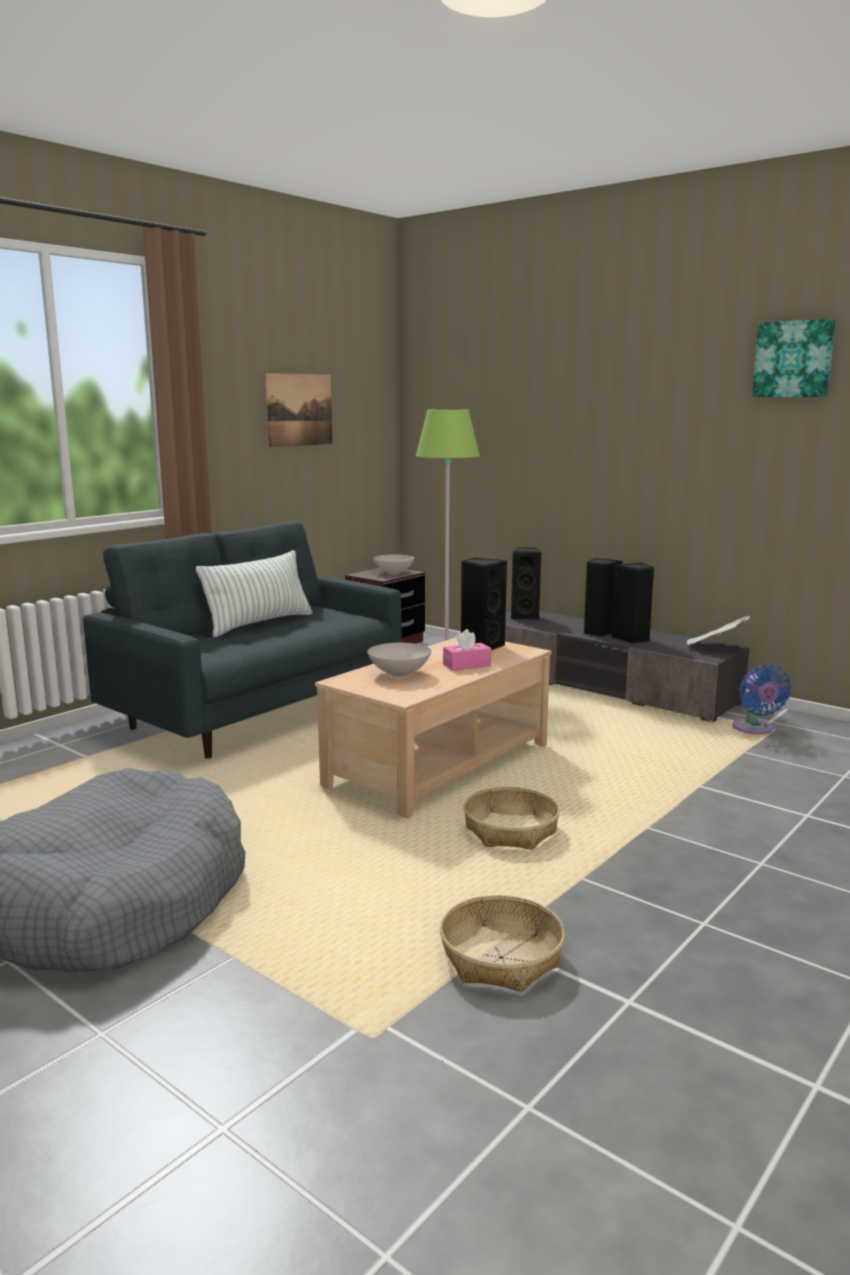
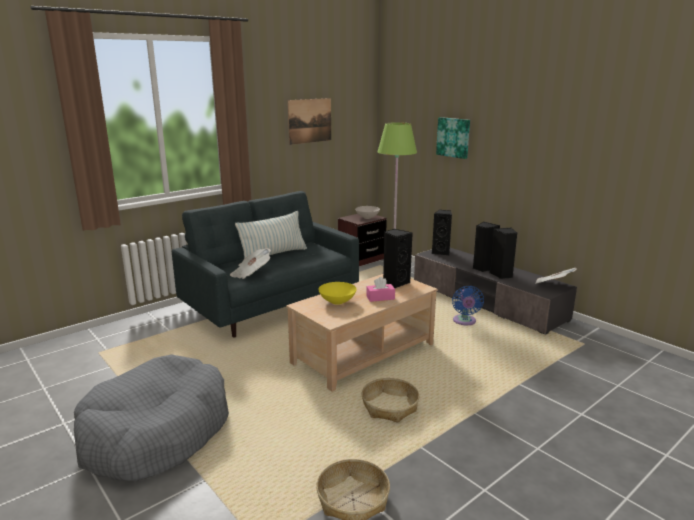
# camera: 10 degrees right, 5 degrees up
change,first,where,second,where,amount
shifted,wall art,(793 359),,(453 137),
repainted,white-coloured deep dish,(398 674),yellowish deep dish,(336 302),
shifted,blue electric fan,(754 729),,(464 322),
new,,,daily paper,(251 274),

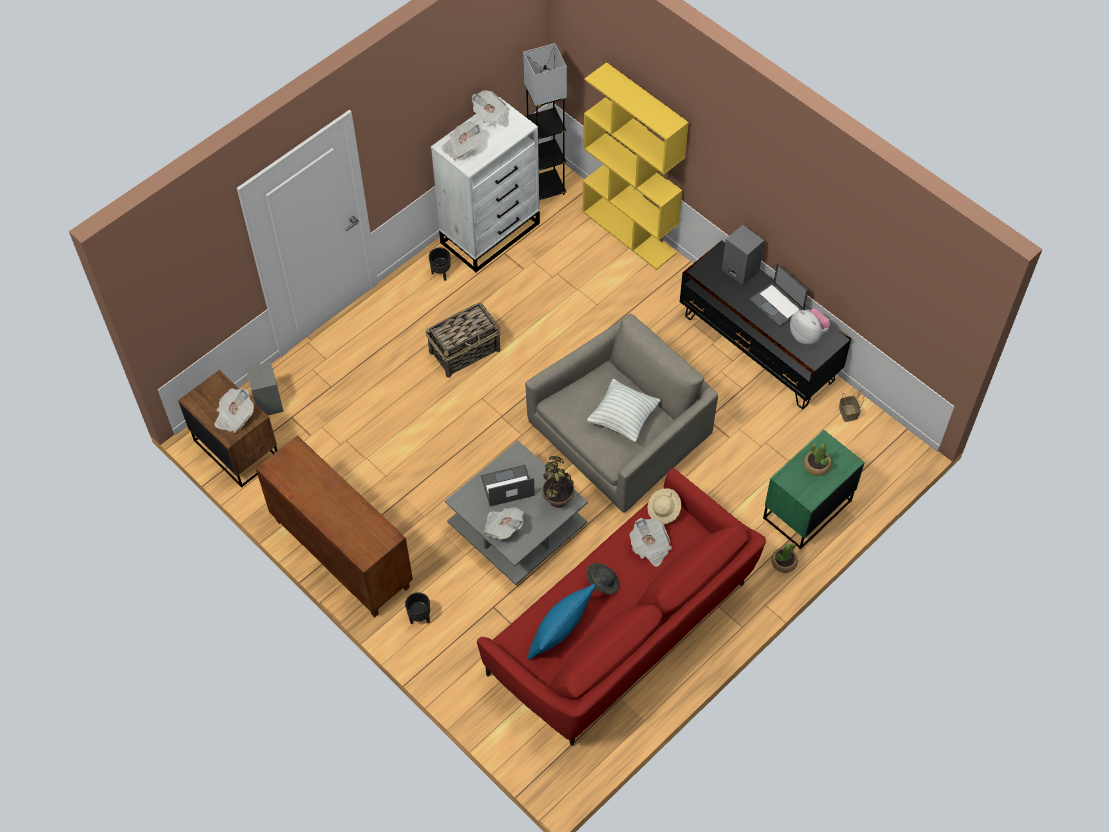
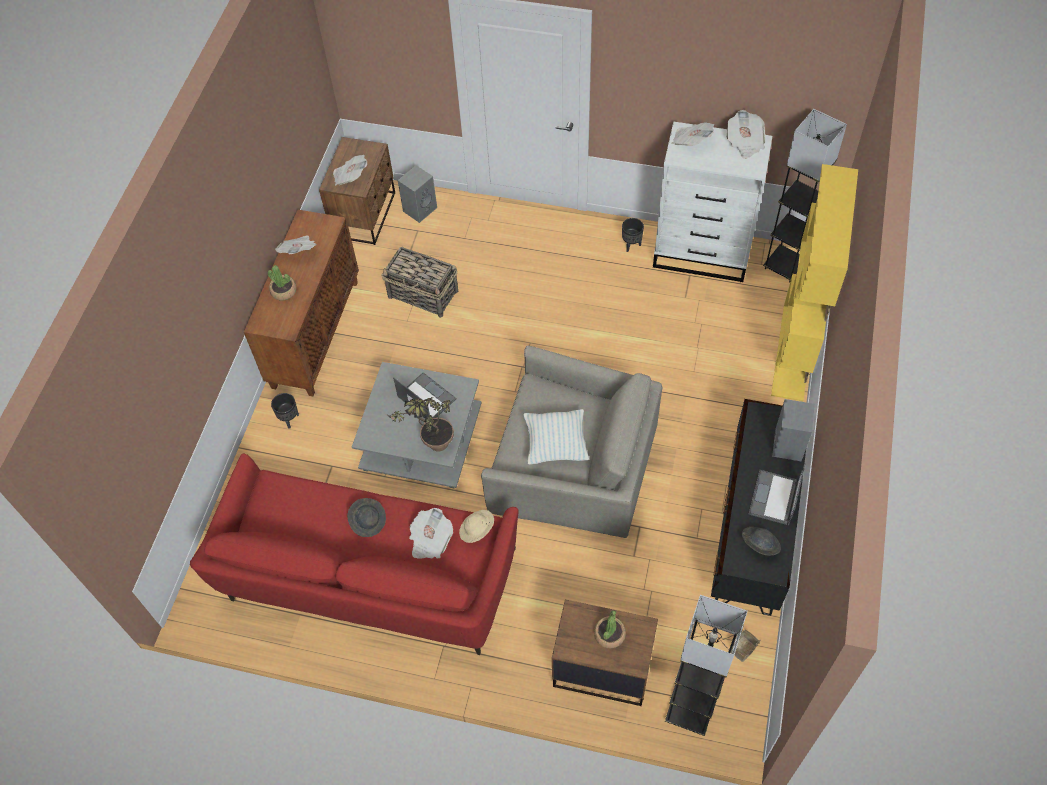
# camera: 60 degrees right, 0 degrees up
change,first,where,second,where,amount
shifted,basket,(465 351),,(423 294),
swapped,cuddly toy,(807 335),greyish hat,(759 545),
repainted,green night table,(806 509),brown-coloured night table,(602 668),
shifted,daily paper,(503 527),,(299 252),
shifted,houseplant,(783 562),,(284 291),
gone,blue pillow,(560 630),,,
new,,,greyish standard lamp,(690 711),

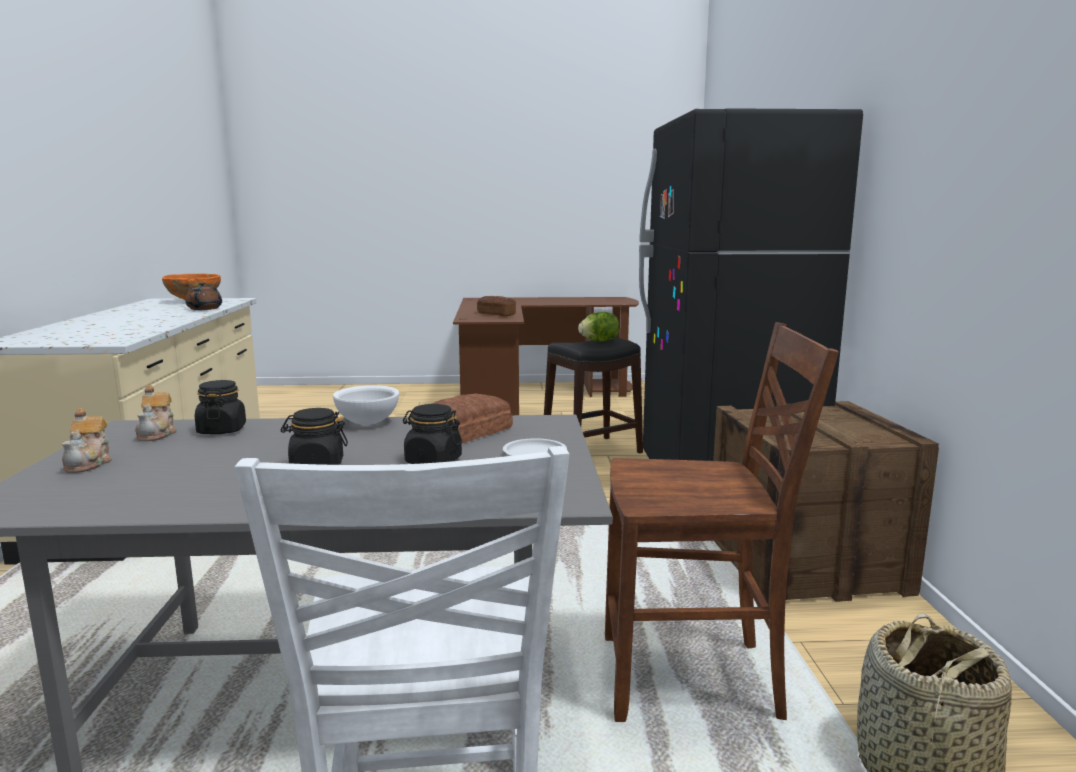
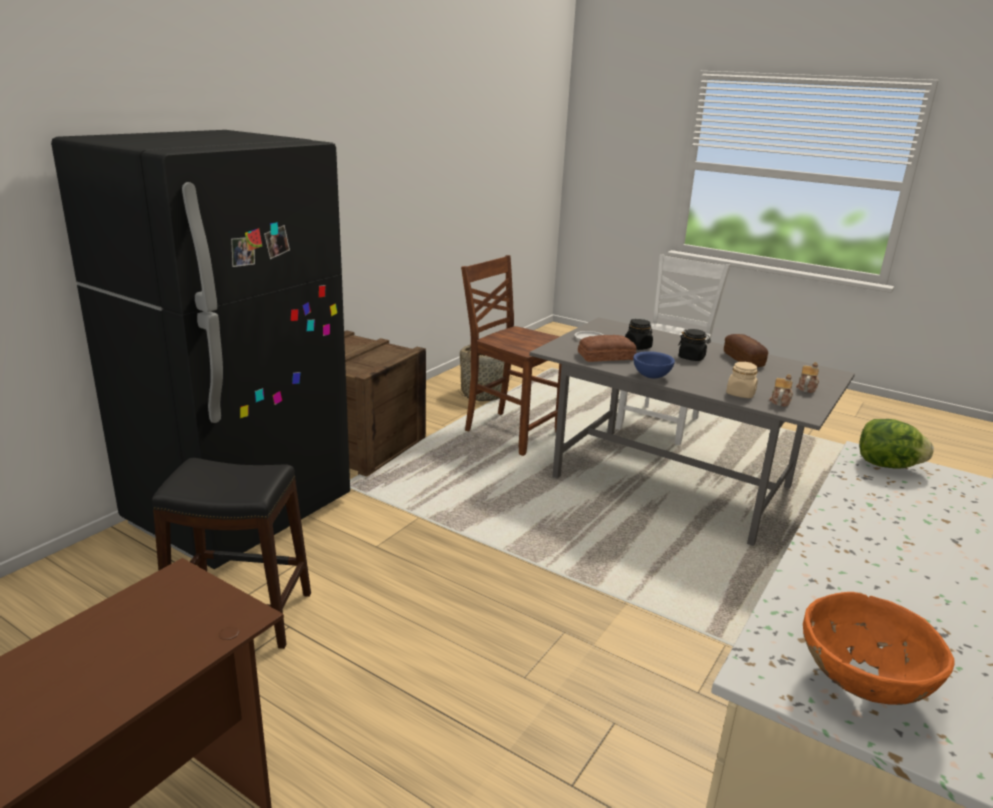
# camera: 145 degrees left, 10 degrees up
change,first,where,second,where,amount
gone,brown-coloured teapot,(205 308),,,
shifted,bakery bread,(496 314),,(743 360),
shifted,lettuce head,(599 341),,(887 465),
repainted,black preserve jar,(222 430),beige-coloured preserve jar,(740 394),
repainted,white-coloured deep dish,(367 422),blue deep dish,(652 376),

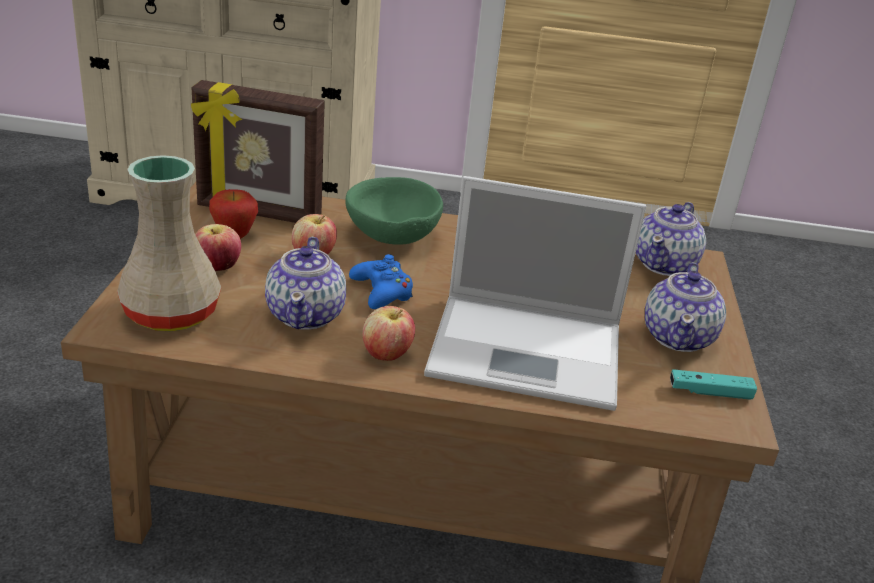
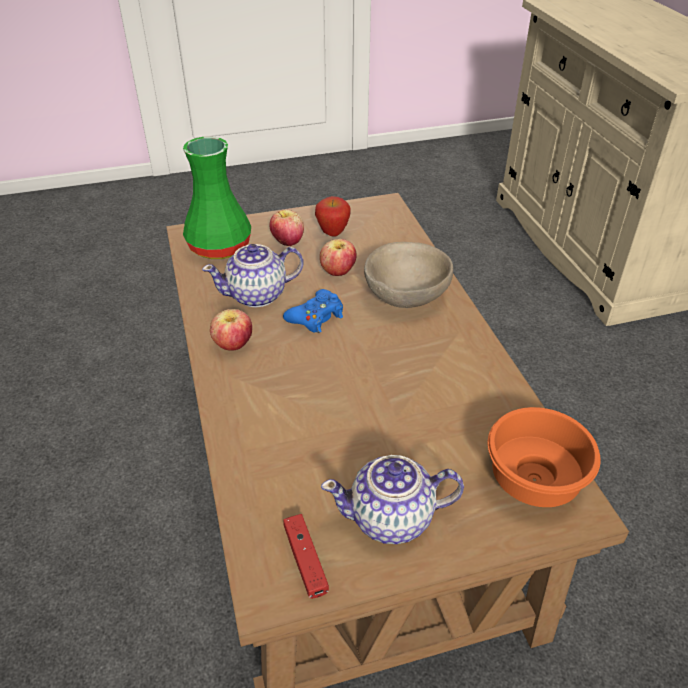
# camera: 70 degrees right, 10 degrees up
change,first,where,second,where,amount
gone,standing frame,(258 213),,,
repainted,beige-coloured vase,(173 314),green vase,(219 248),
gone,notebook computer,(530 351),,,
repainted,green deep dish,(391 236),beige-coloured deep dish,(406 295),
swapped,teapot,(665 264),orange-coloured deep dish,(537 481),
repainted,blue-green game controller,(710 392),reddish game controller,(305 560),

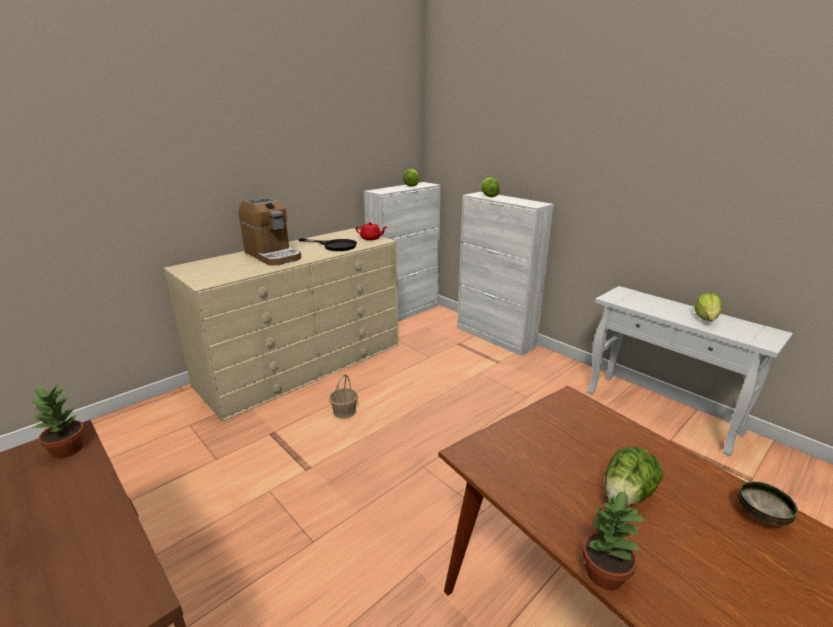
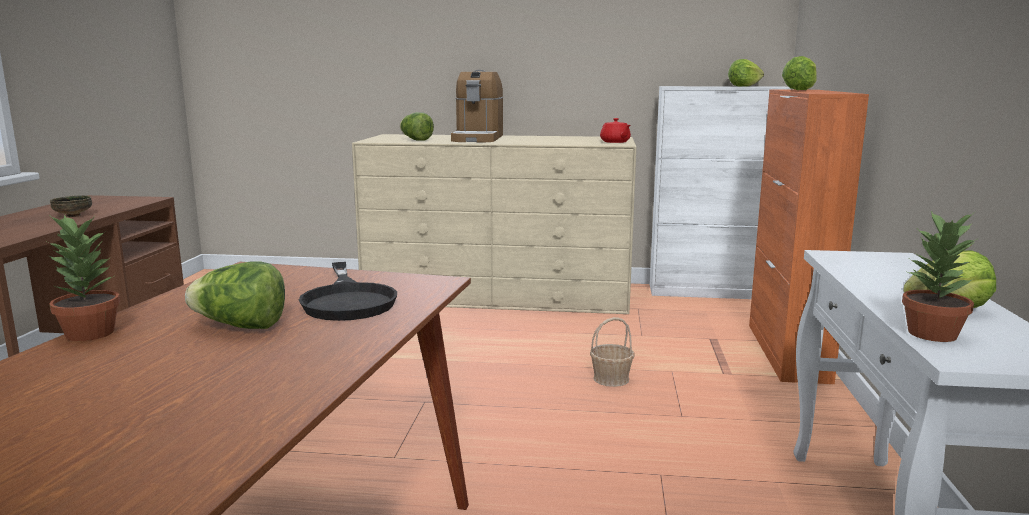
# camera: 50 degrees right, 10 degrees down
change,first,where,second,where,amount
repainted,white-coloured cupboard,(495 337),orange-coloured cupboard,(787 352),
shifted,black skillet,(334 246),,(348 300),
shifted,basket,(345 411),,(611 379),
shifted,houseplant,(68 449),,(933 334),
shifted,deep dish,(761 515),,(73 216),
new,,,lettuce head,(415 140),

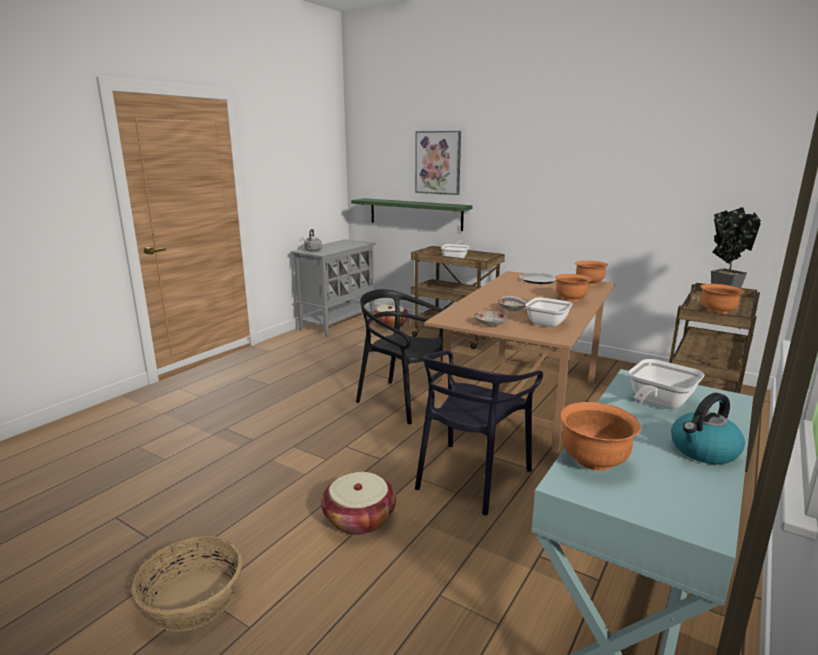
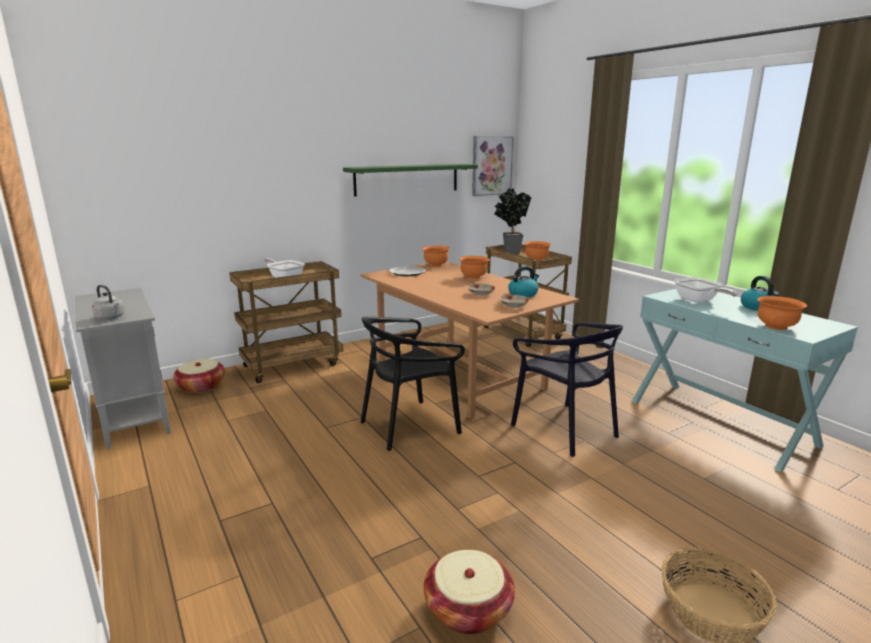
# camera: 65 degrees left, 0 degrees up
change,first,where,second,where,amount
shifted,wall art,(438 162),,(491 165),
shifted,green bracket shelf,(415 214),,(407 179),
swapped,skillet,(542 322),tea kettle,(523 294),
shifted,basket,(359 519),,(468 609),

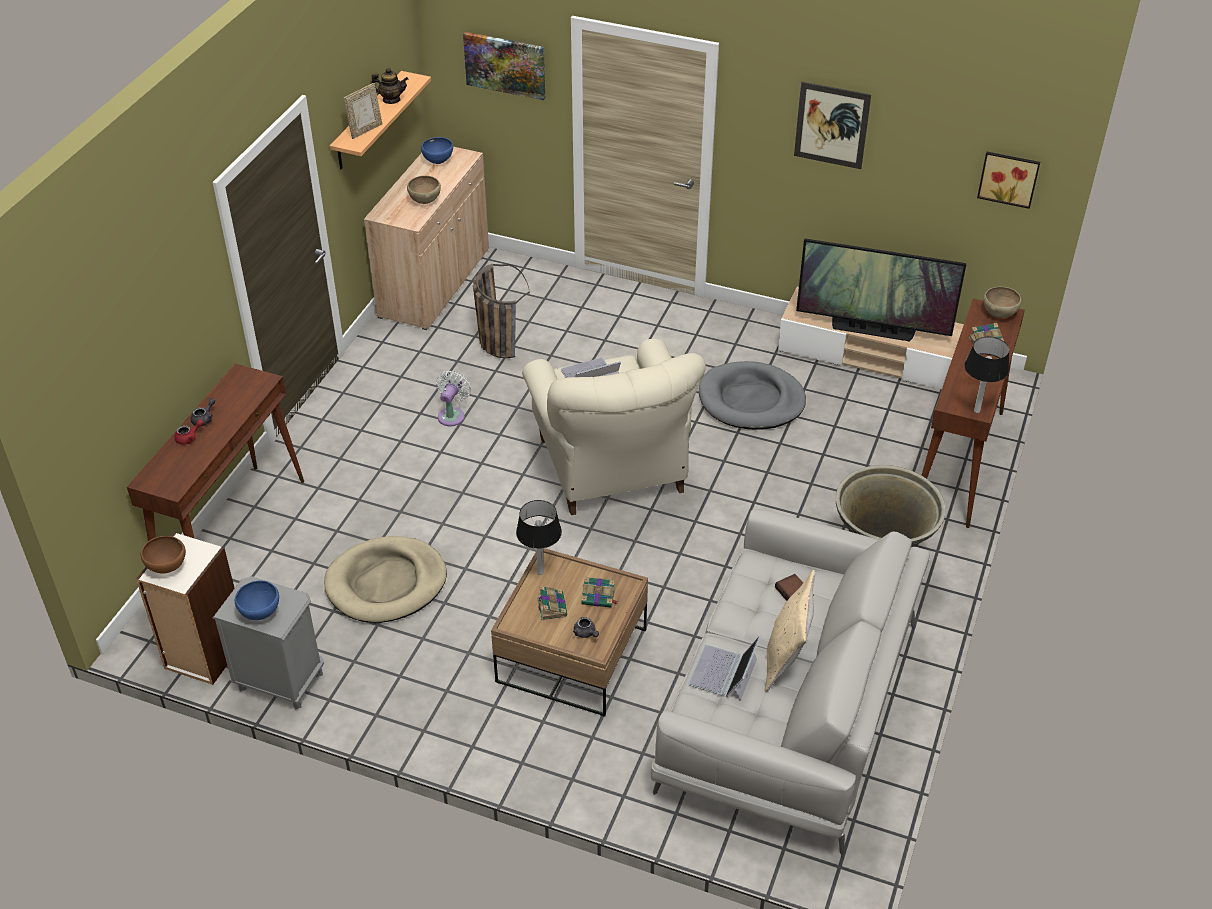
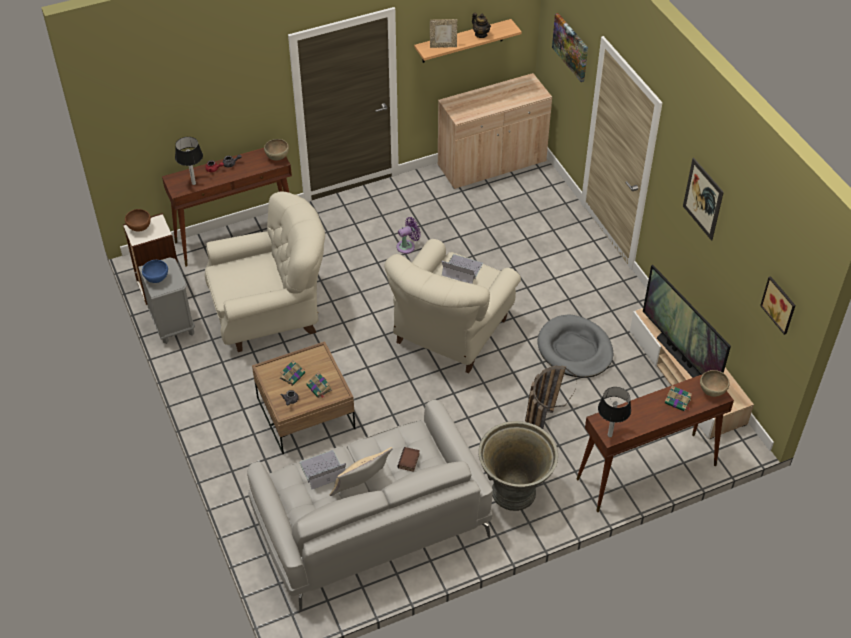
# camera: 45 degrees right, 5 degrees up
change,first,where,second,where,amount
gone,blue deep dish,(438 162),,,
shifted,brown-coloured deep dish,(425 201),,(277 157),
shifted,basket,(495 339),,(543 418),
repainted,white-coloured electric fan,(452 415),purplish electric fan,(407 246),
shifted,tabletop lamp,(540 572),,(193 183),
swapped,beige-coloured dog bed,(386 583),beige-coloured armchair,(270 312),

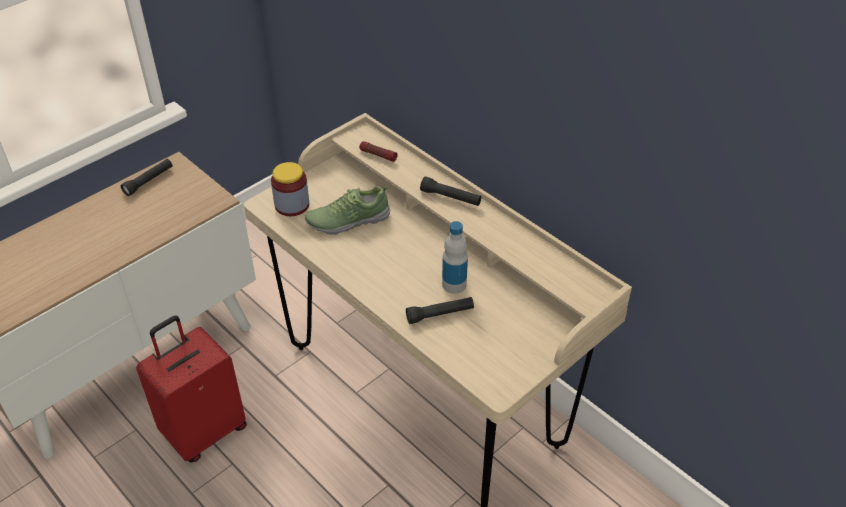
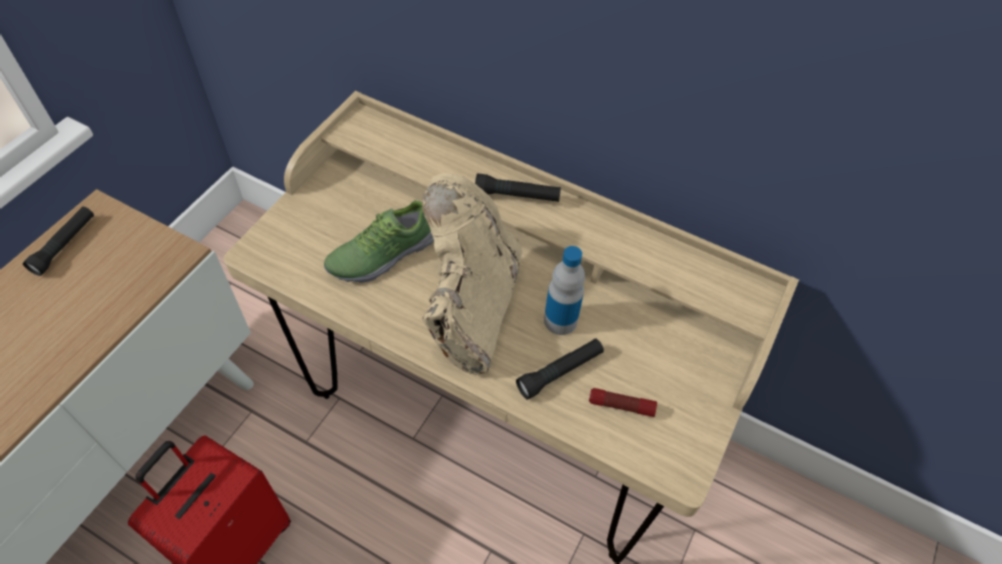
# camera: 20 degrees left, 10 degrees up
change,first,where,second,where,amount
shifted,flashlight,(378 155),,(621 406),
gone,preserve jar,(292 205),,,
new,,,beige-coloured boot,(470 309),

